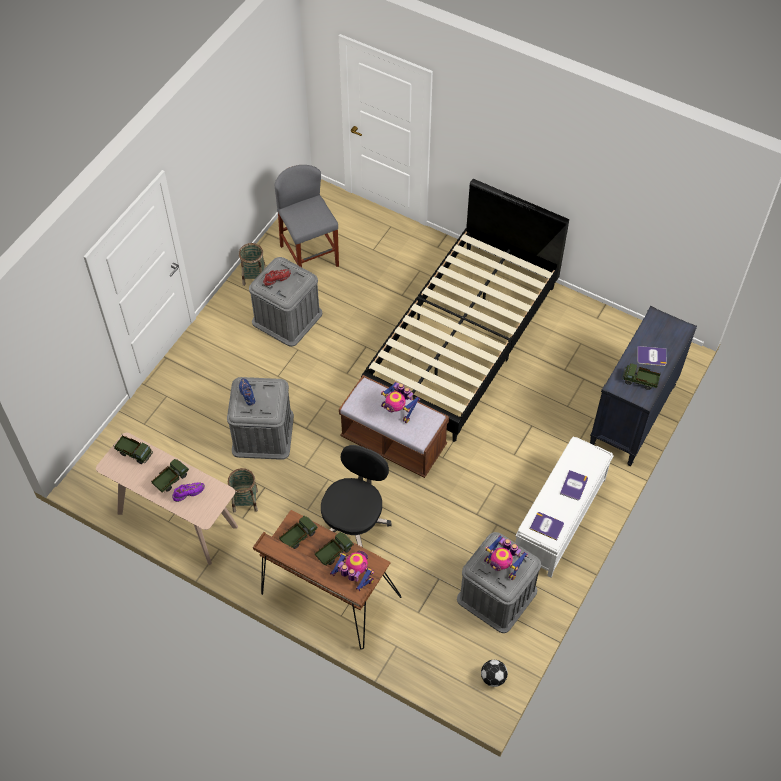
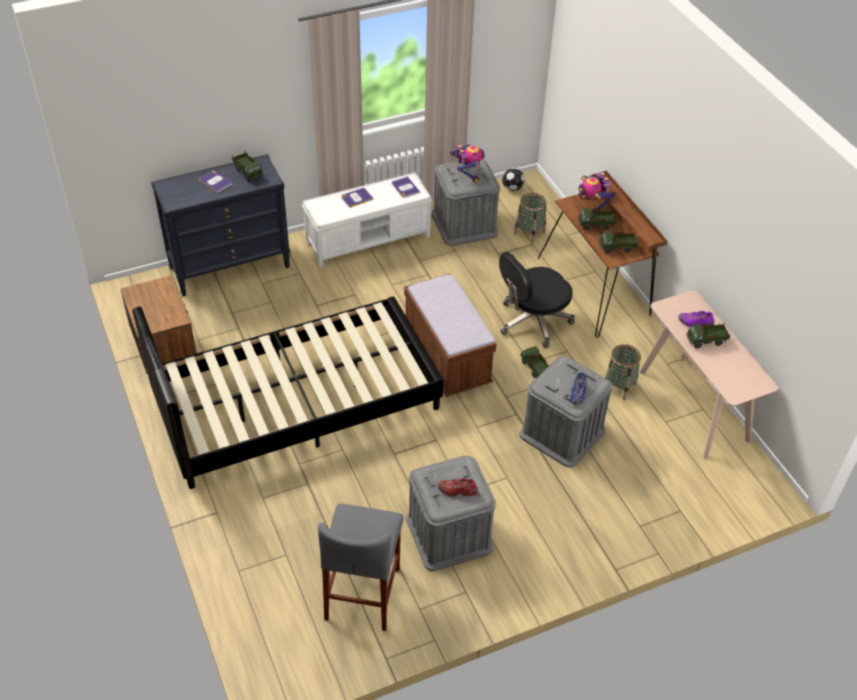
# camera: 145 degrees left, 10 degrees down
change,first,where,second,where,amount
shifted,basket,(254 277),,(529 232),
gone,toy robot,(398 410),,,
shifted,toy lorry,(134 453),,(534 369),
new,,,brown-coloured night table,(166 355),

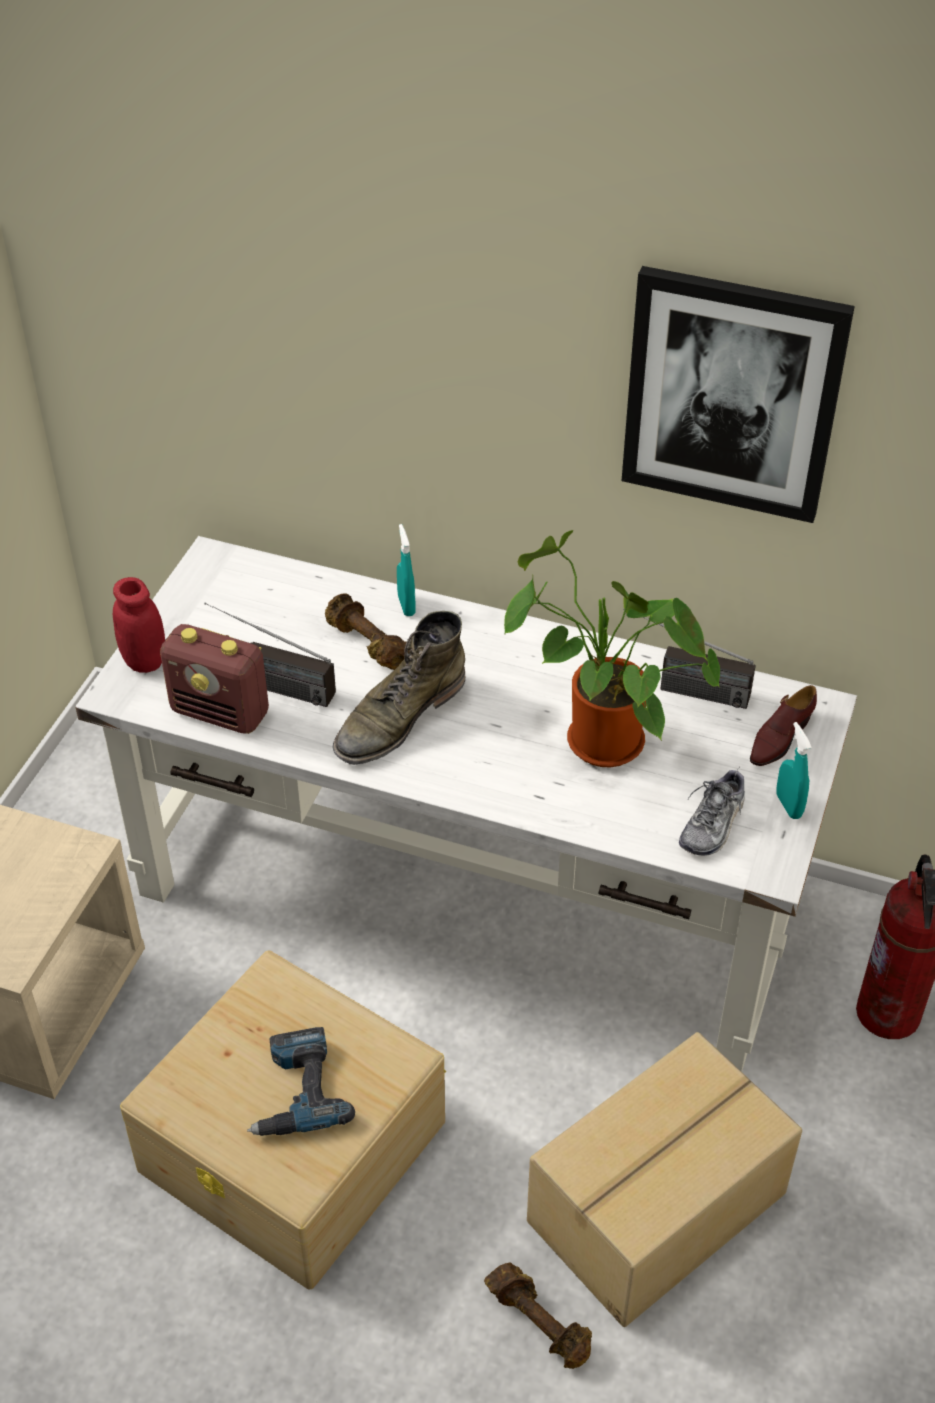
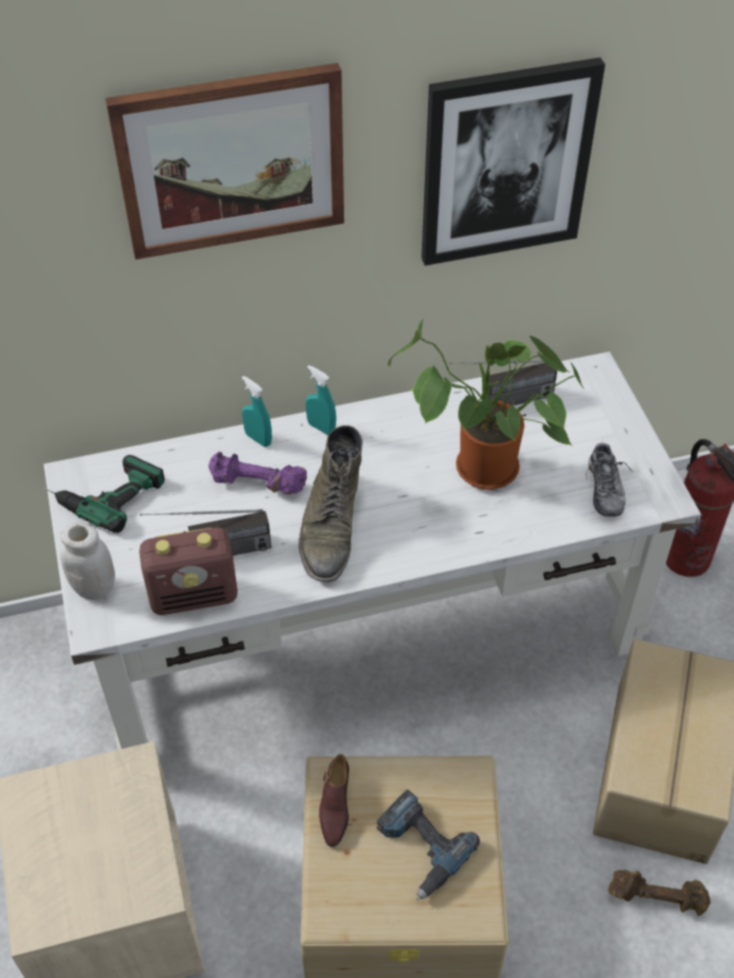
# camera: 35 degrees left, 5 degrees up
change,first,where,second,where,amount
repainted,reddish preserve jar,(144 661),white-coloured preserve jar,(94 587),
repainted,brown-coloured hand weight,(367 645),purplish hand weight,(257 484),
shifted,brown-coloured shoe,(779 738),,(334 807),
shifted,blue-green spray bottle,(788 806),,(321 427),
new,,,wall art,(231 161),
new,,,electric drill,(102 491),

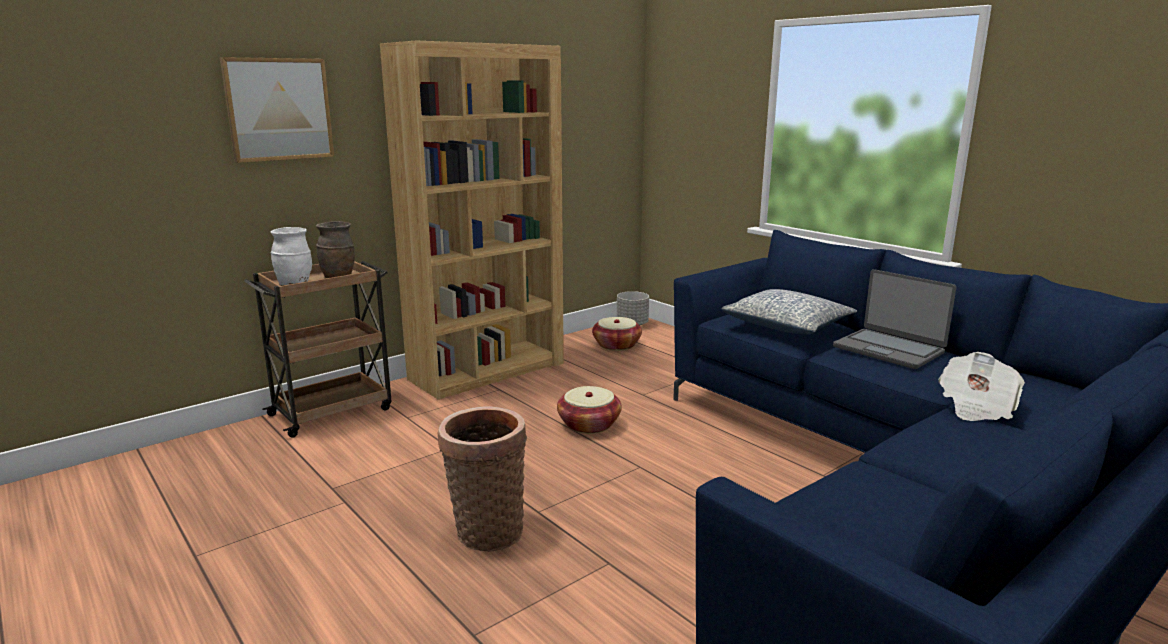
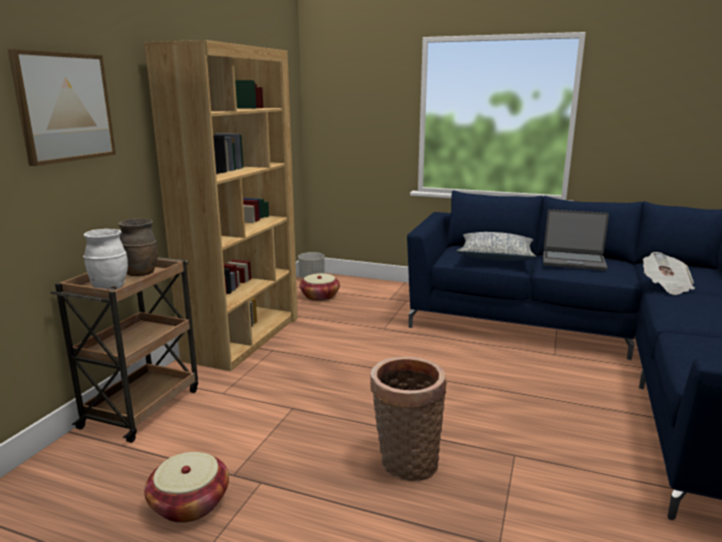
# camera: 30 degrees left, 0 degrees up
change,first,where,second,where,amount
shifted,basket,(589 424),,(190 503),

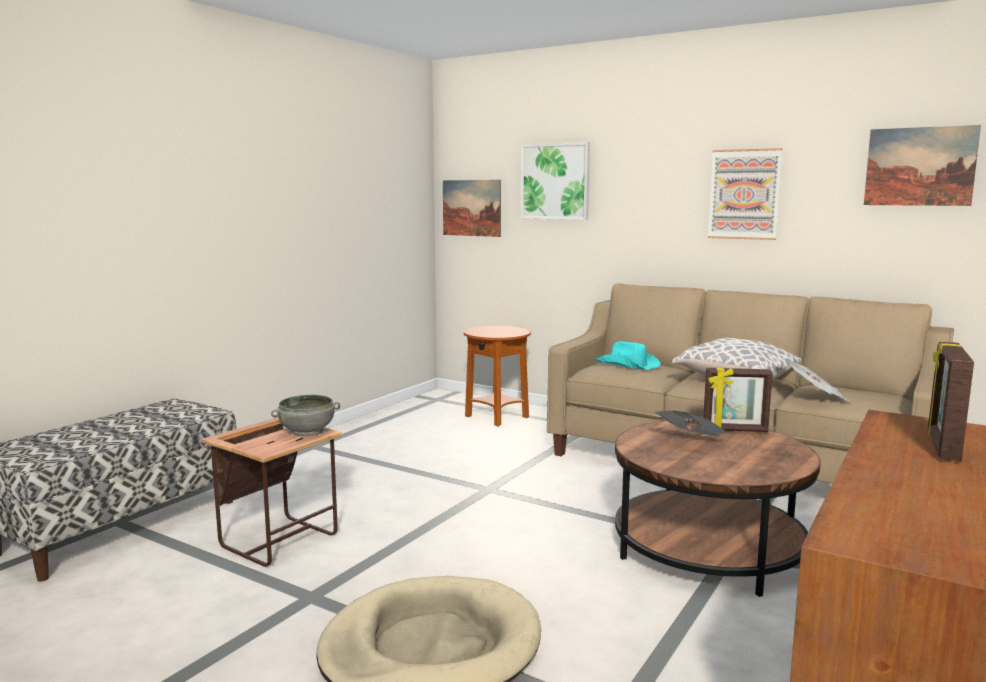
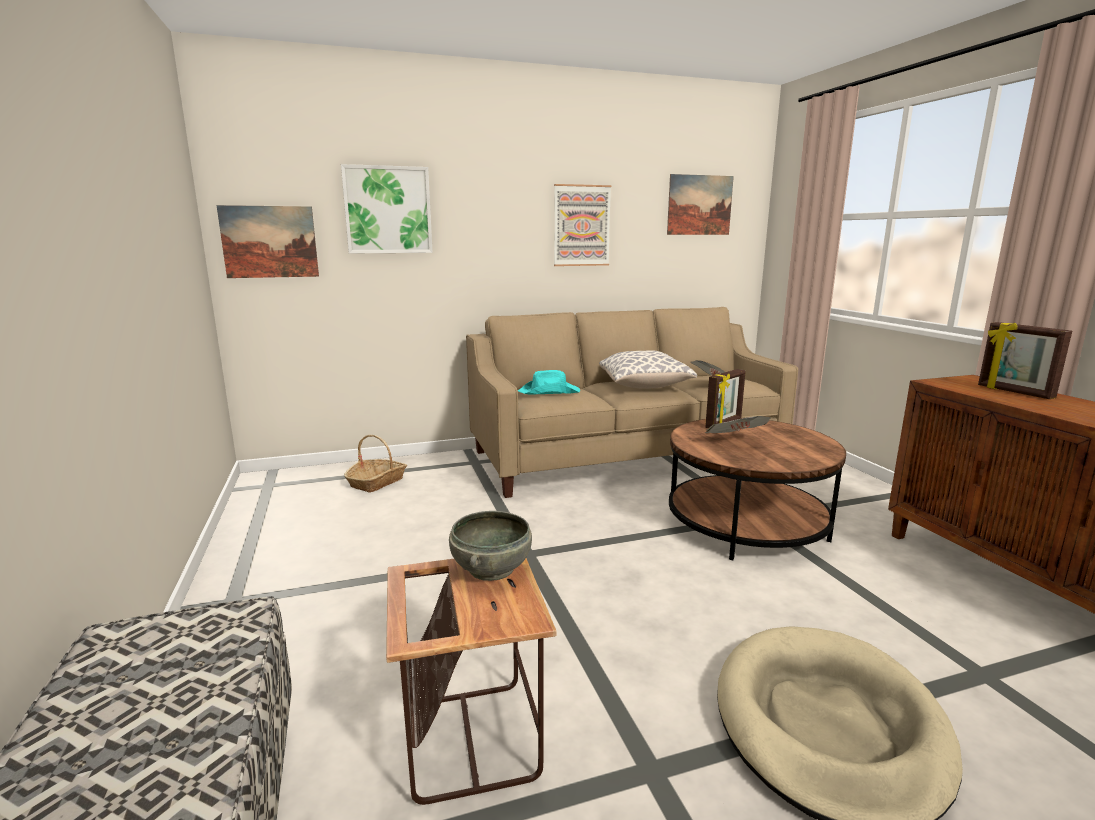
# camera: 50 degrees left, 5 degrees up
change,first,where,second,where,amount
swapped,brown-coloured accent table,(497 417),basket,(377 482),

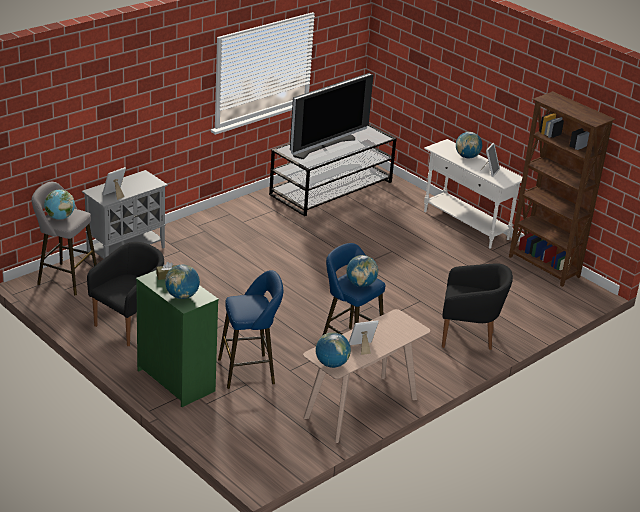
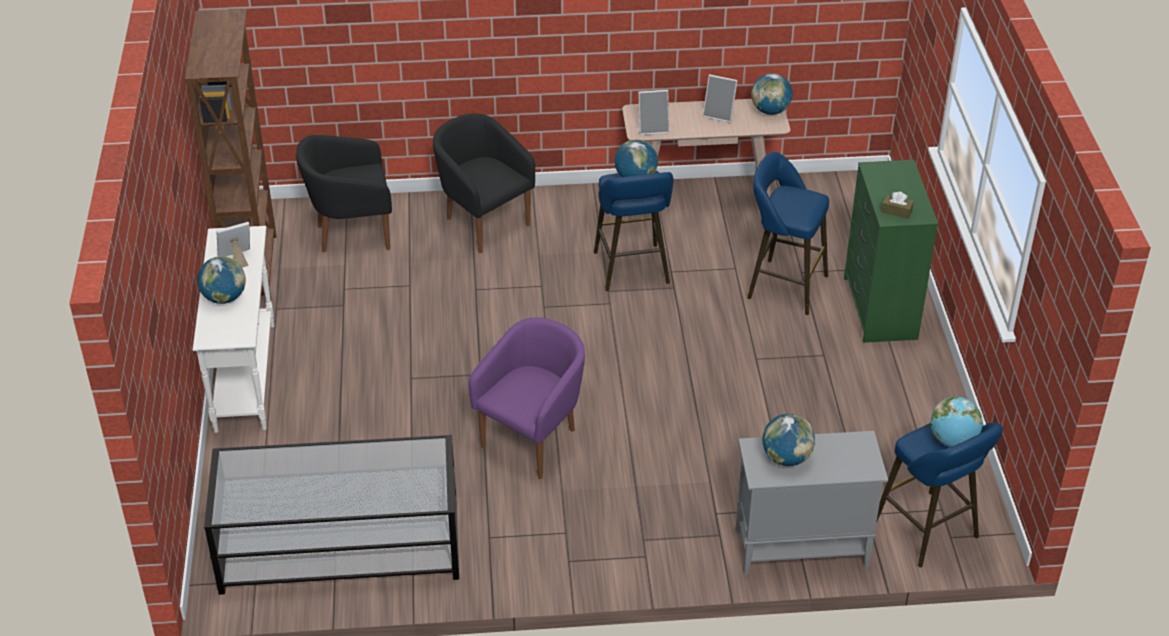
# camera: 140 degrees left, 10 degrees up
change,first,where,second,where,amount
gone,TV,(325 146),,,
shifted,standing frame,(115 195),,(653 128),
repainted,greyish stool seat,(64 278),blue stool seat,(929 532),
shifted,black armchair,(130 325),,(351 234),
shifted,desk globe,(182 296),,(786 458),
new,,,purplish armchair,(534 439),

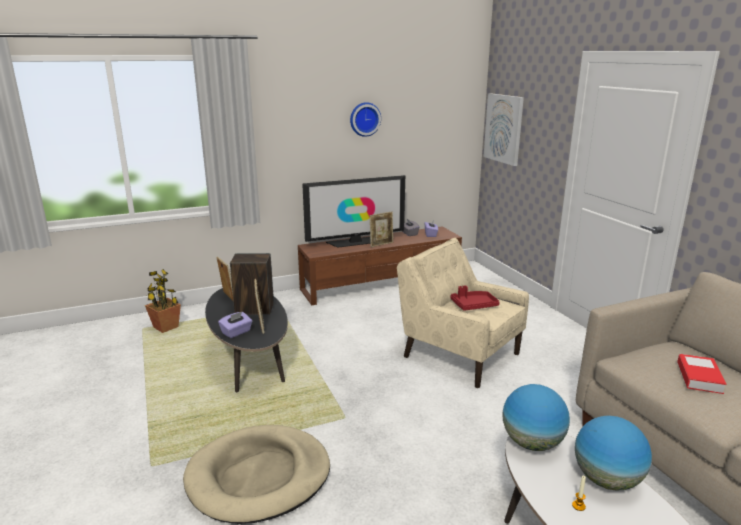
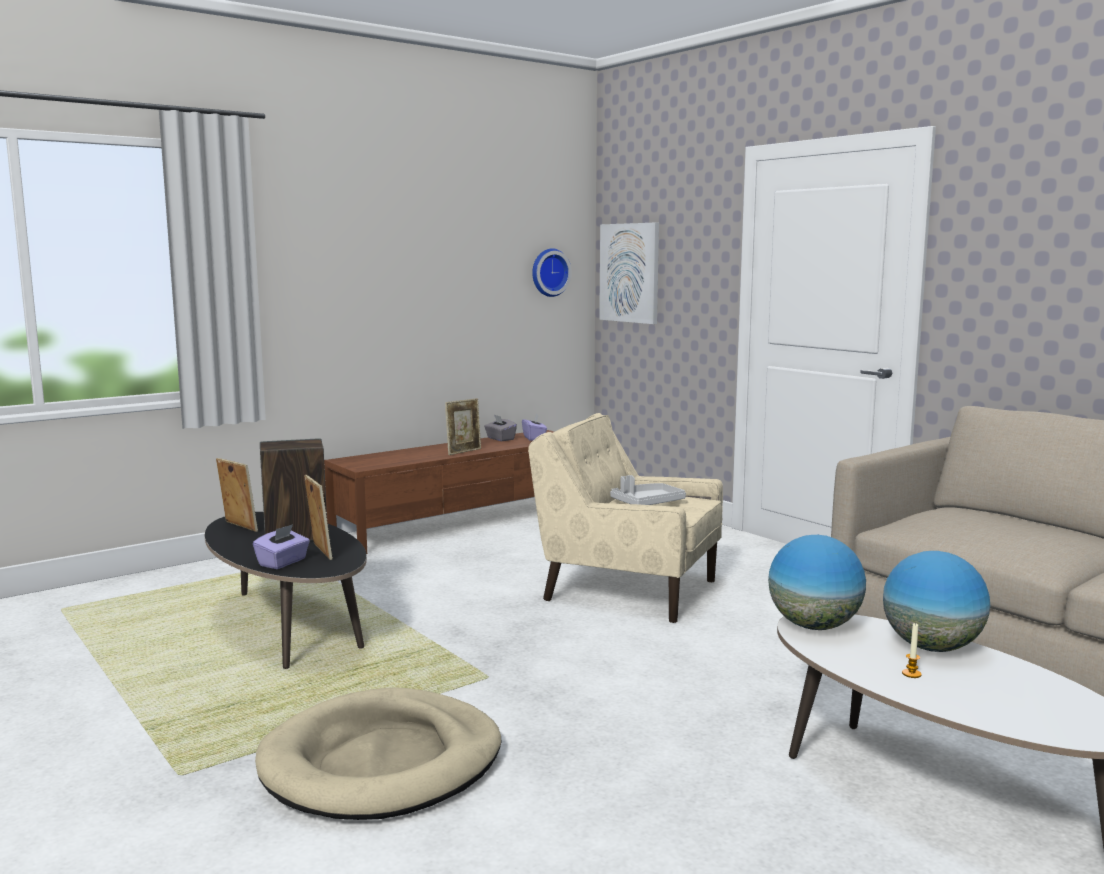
# camera: 15 degrees left, 10 degrees down
change,first,where,second,where,amount
shifted,hanging clock,(364 119),,(549 272),
gone,TV,(355 242),,,
gone,houseplant,(166 328),,,
repainted,reddish serving tray,(473 305),greyish serving tray,(647 503),
gone,volume,(699 377),,,

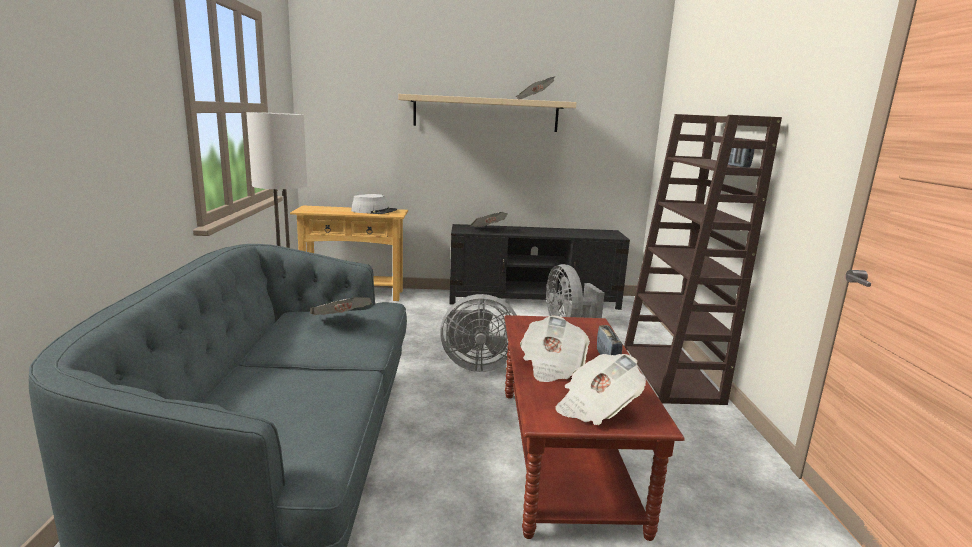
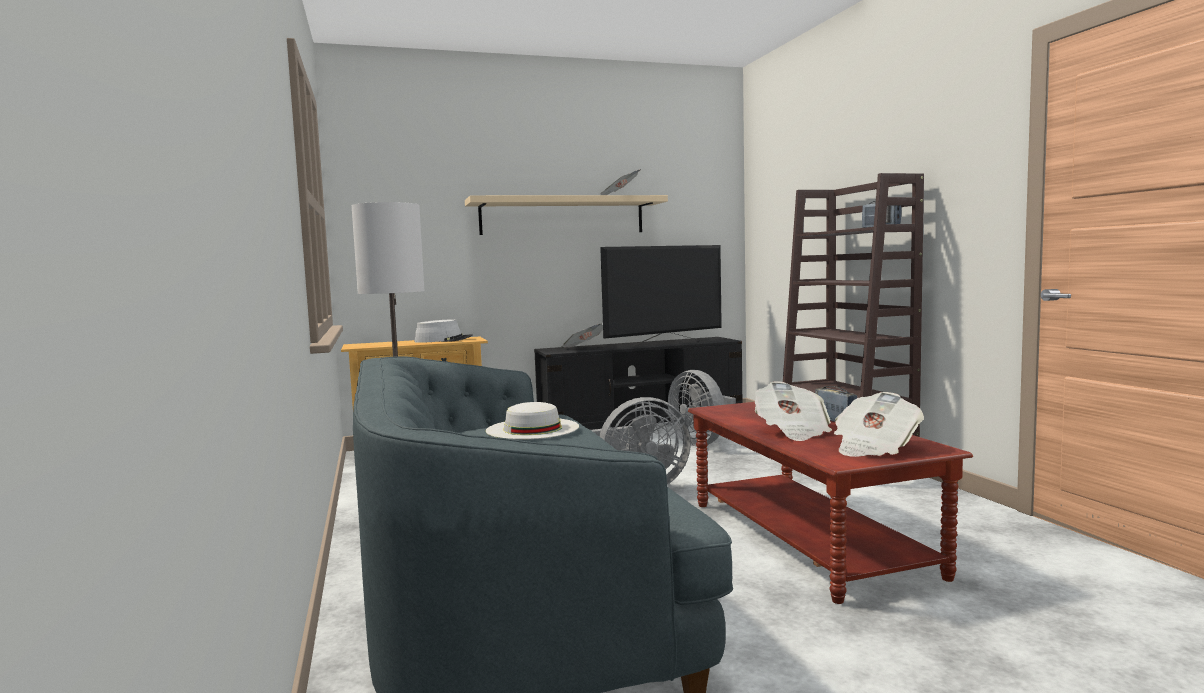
# camera: 15 degrees left, 10 degrees down
change,first,where,second,where,amount
swapped,daily paper,(341 323),white-coloured hat,(532 428),
new,,,TV,(665 344),

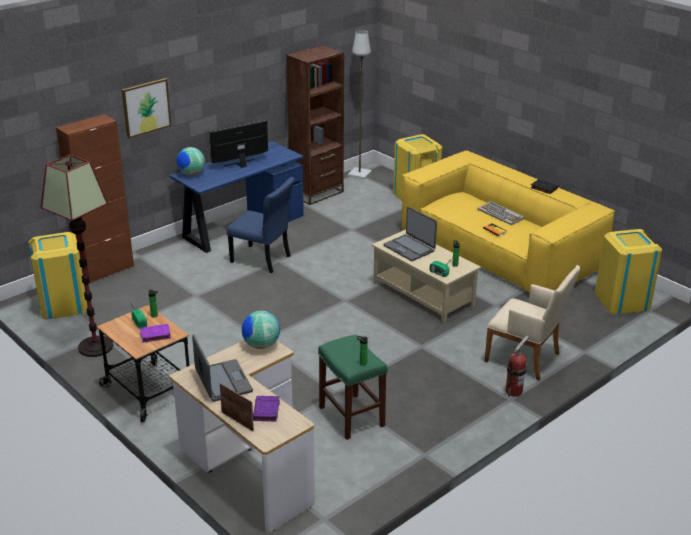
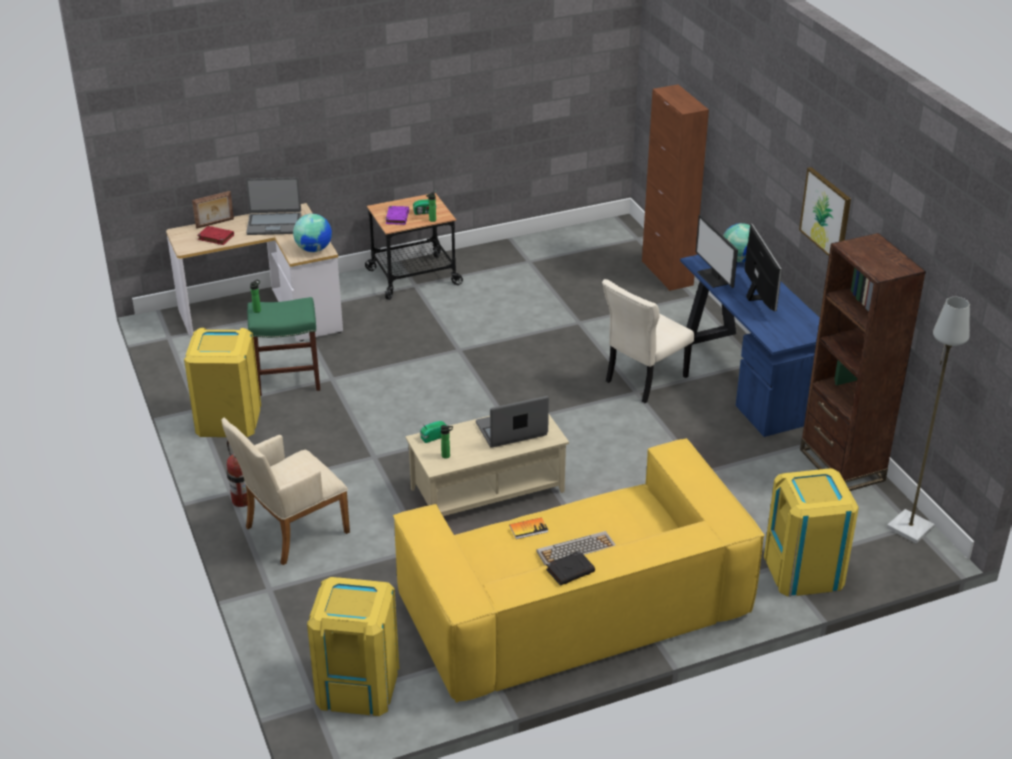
# camera: 110 degrees right, 5 degrees up
change,first,where,second,where,amount
shifted,wall art,(146 107),,(826 214),
gone,standard lamp,(95 346),,,
repainted,blue plain chair,(262 260),beige-coloured plain chair,(643 380),
shifted,yellowish trash can,(63 305),,(228 419),
repainted,purplish volume,(266 411),reddish volume,(215 237),
new,,,computer display,(714 277),

